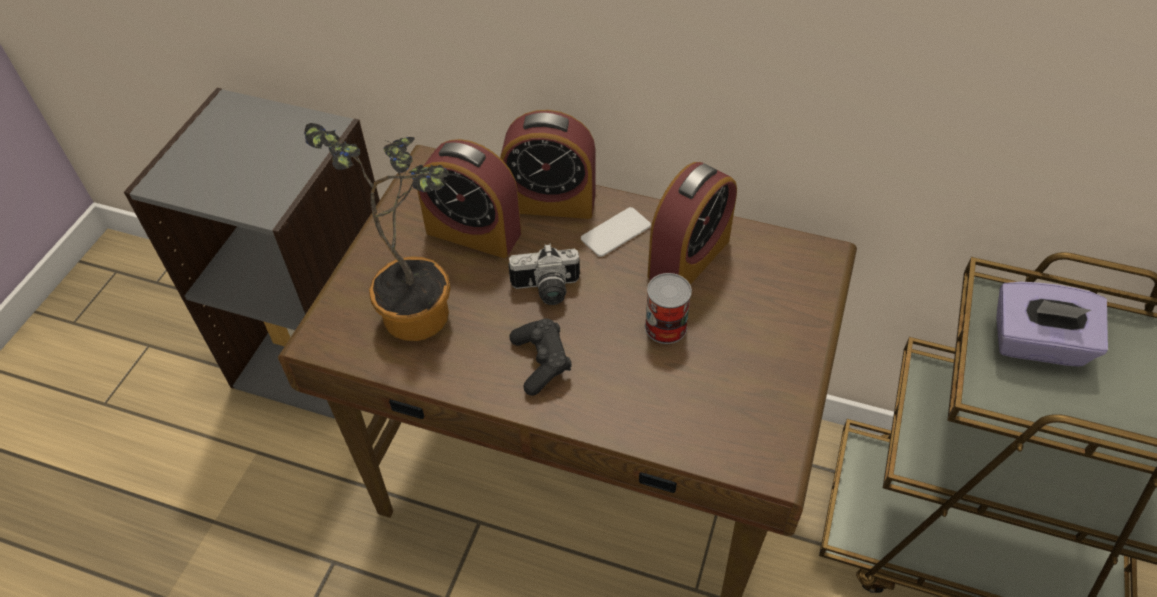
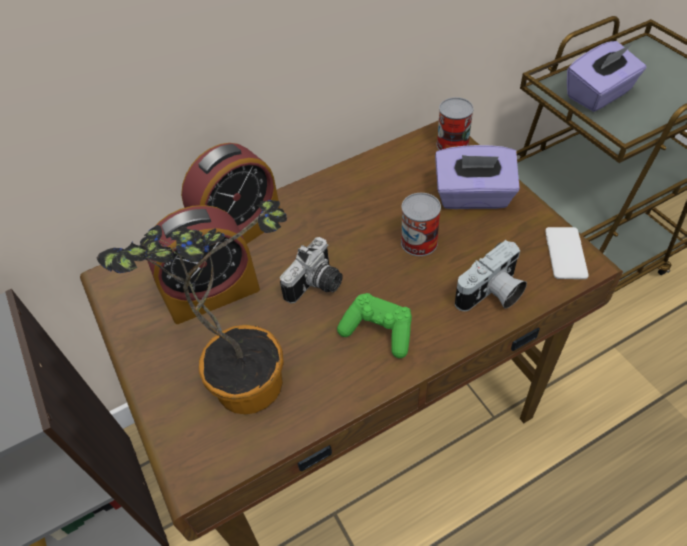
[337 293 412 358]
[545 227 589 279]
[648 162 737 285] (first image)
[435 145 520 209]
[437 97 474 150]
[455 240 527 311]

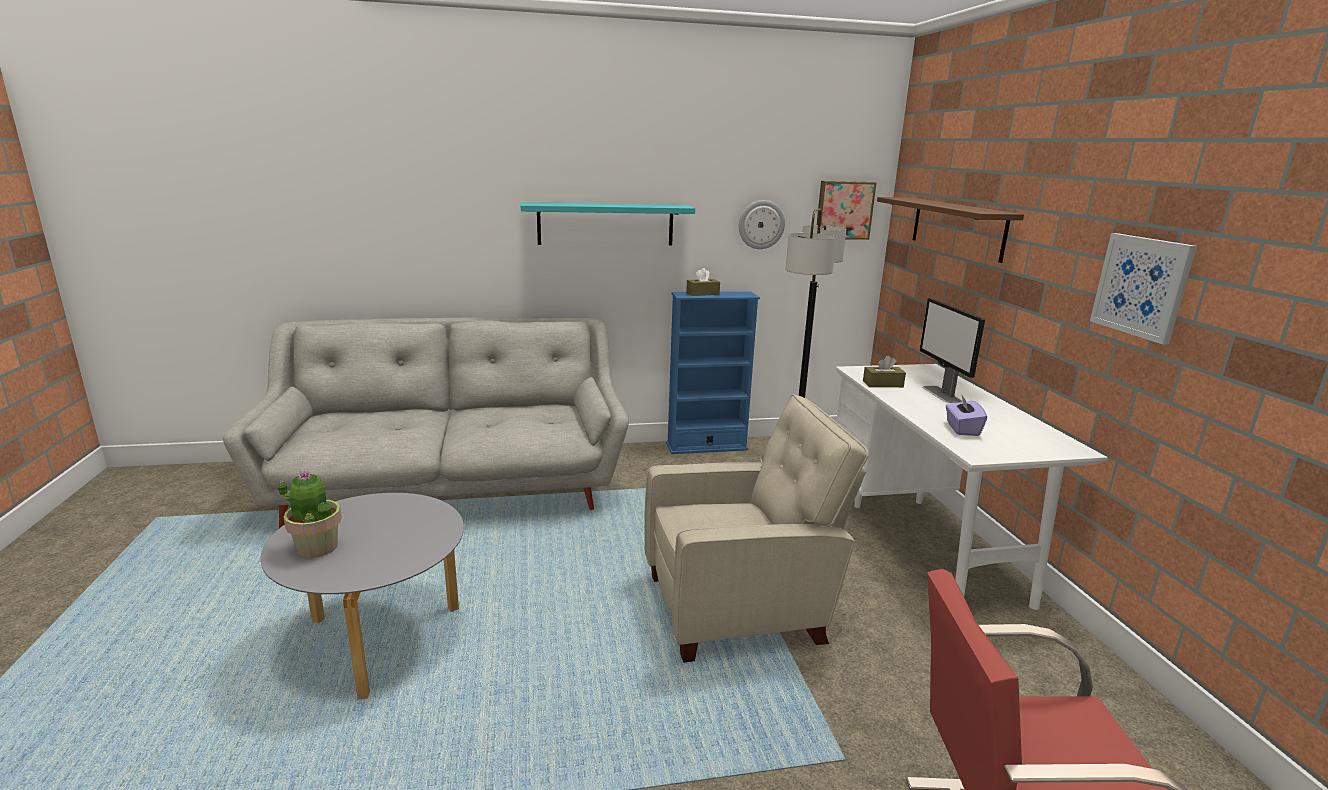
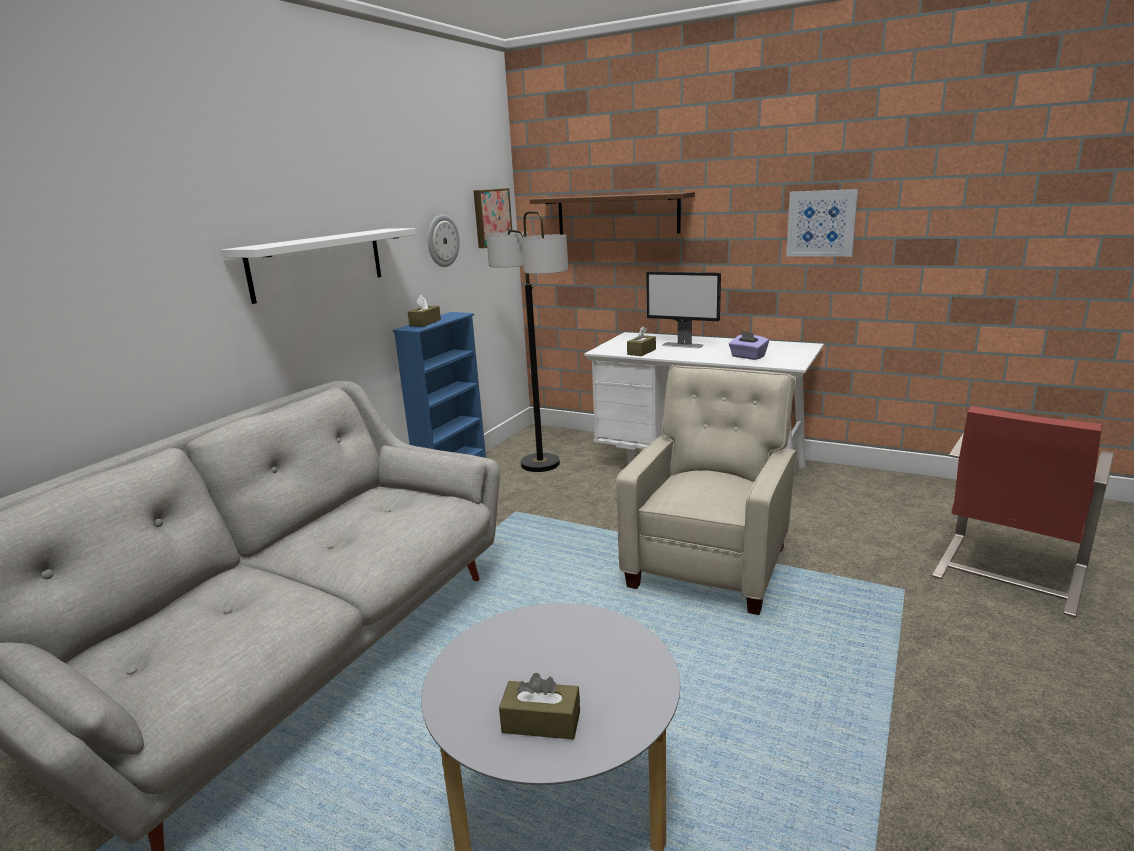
[499 673 580 740]
[222 228 416 304]

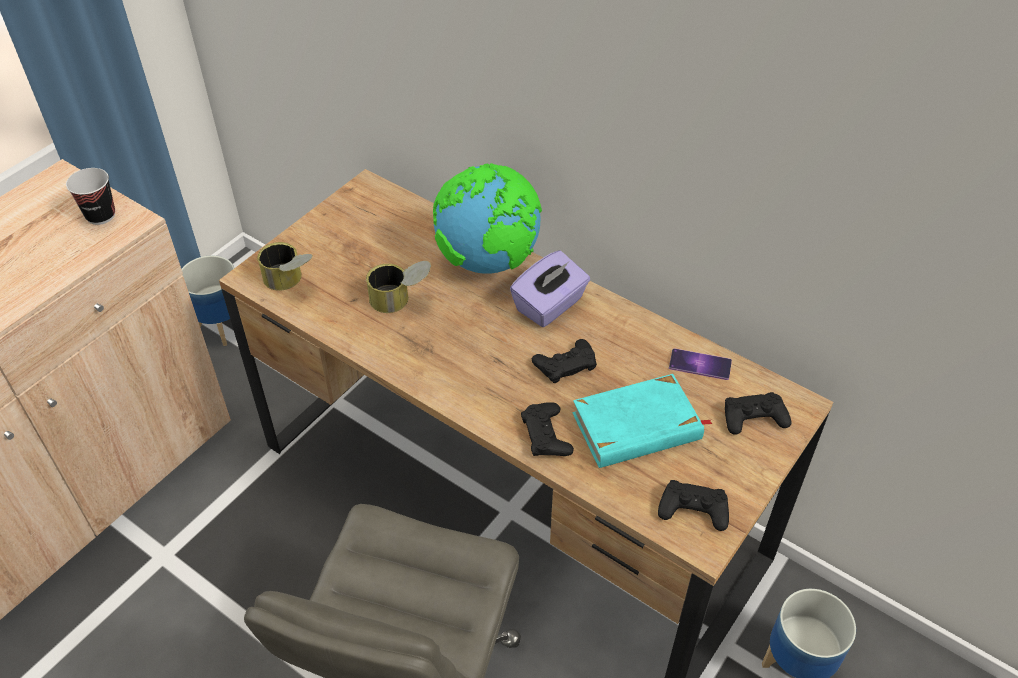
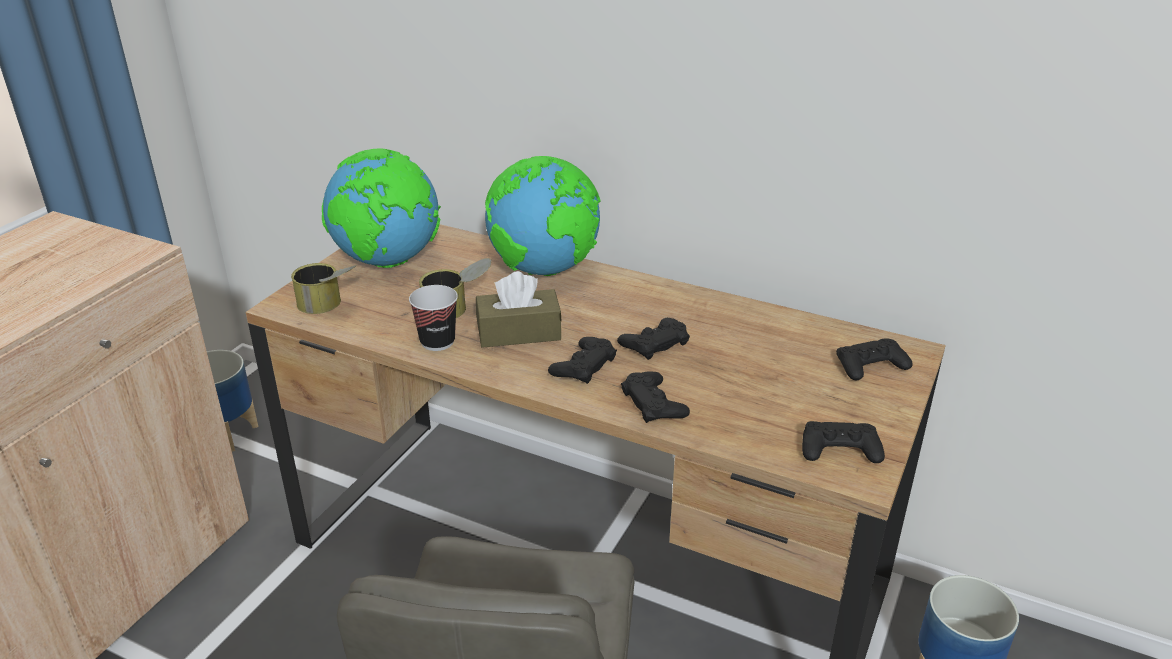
[409 285 458 351]
[510 250 590 327] (first image)
[572 374 713 468] (first image)
[669 348 732 380] (first image)
[322 148 441 268]
[476 271 562 348]
[548 337 617 384]

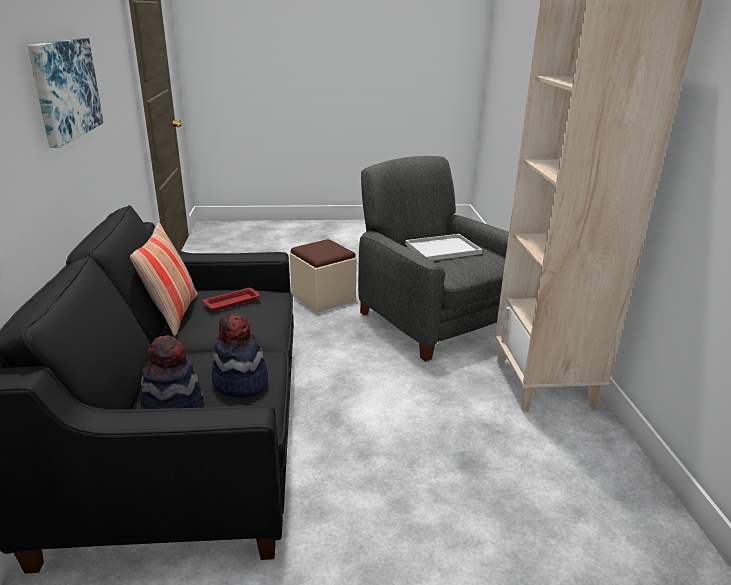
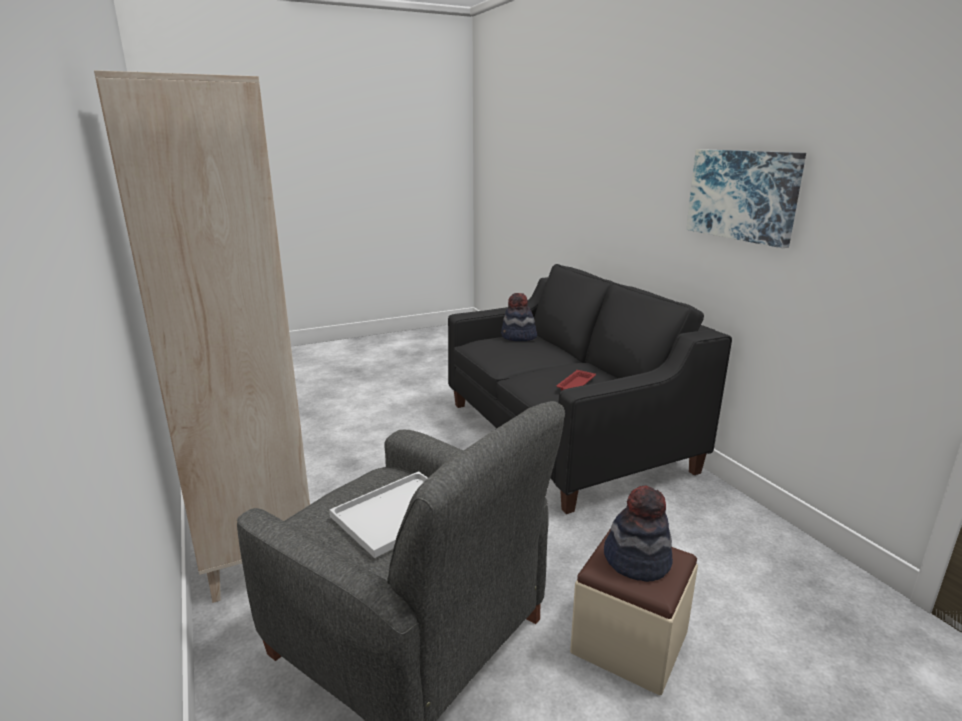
[130 222 197 336] (first image)
[604 485 673 582]

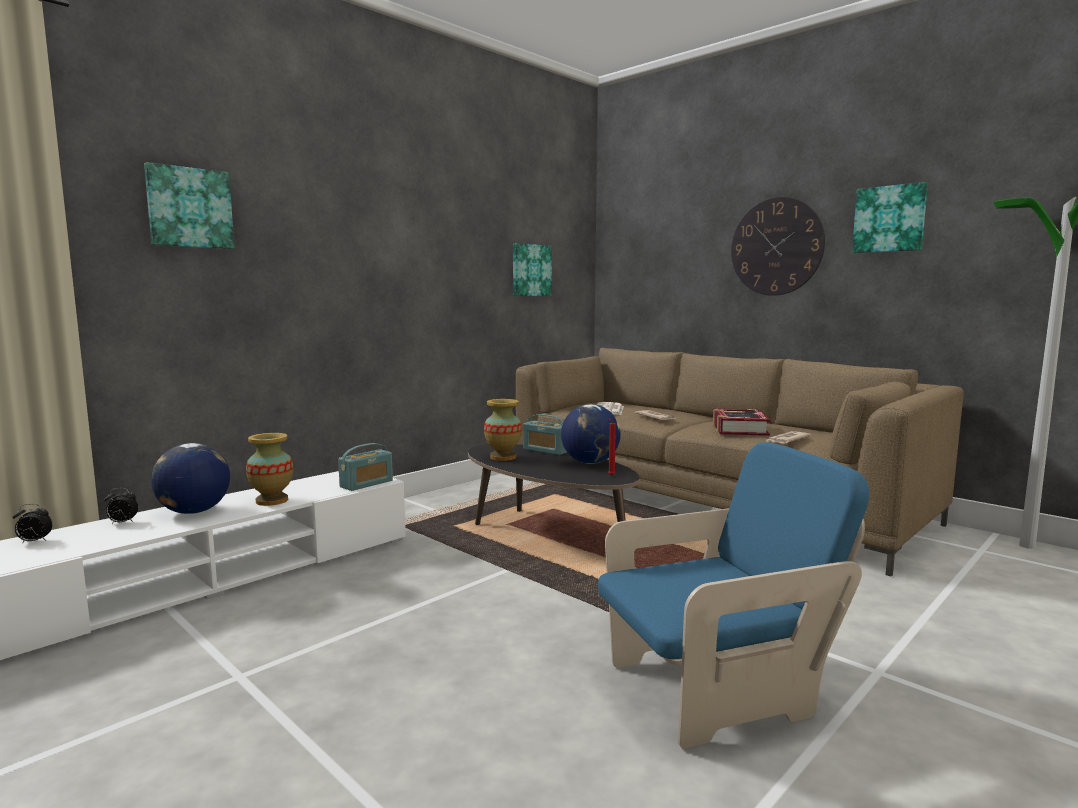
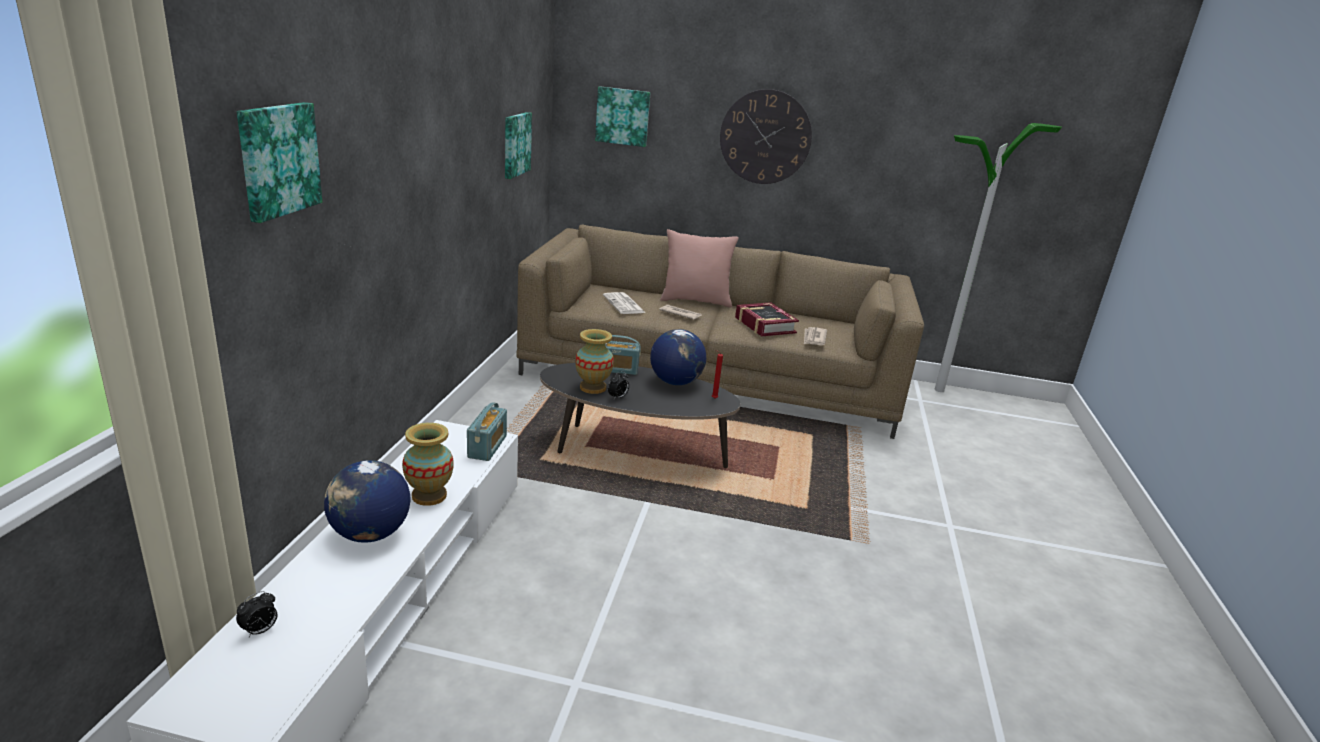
[608 371 629 399]
[598 442 869 749] (first image)
[595 86 650 147]
[660 229 739 308]

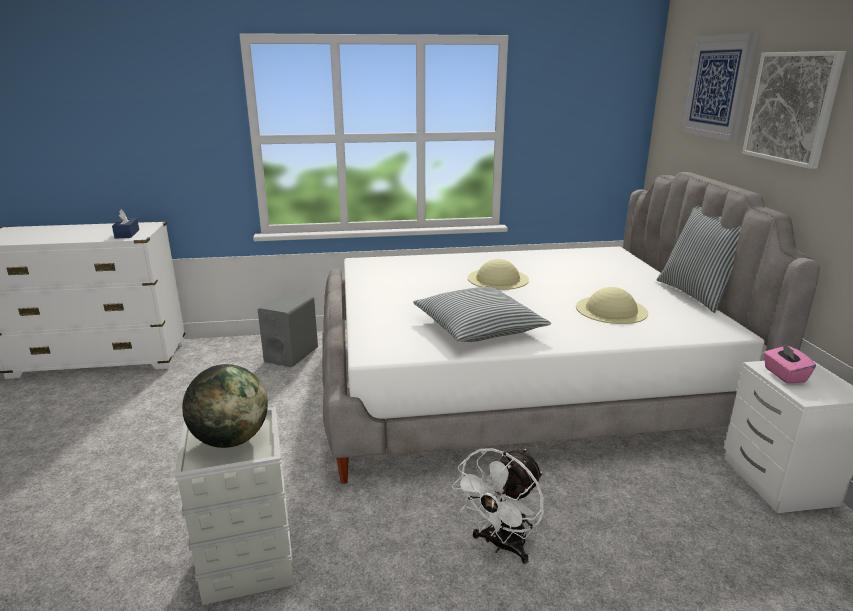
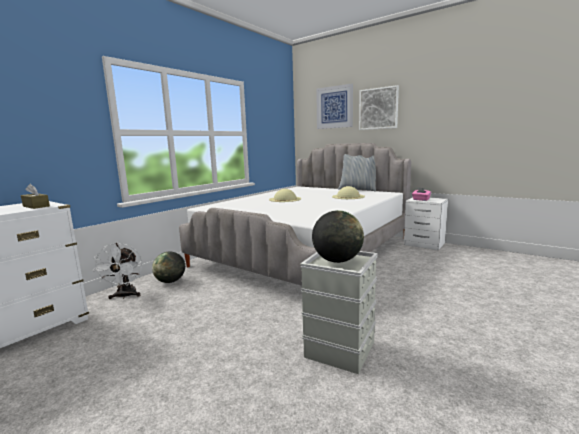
[21 184 50 209]
[152 252 185 283]
[413 287 551 342] (first image)
[92 243 142 299]

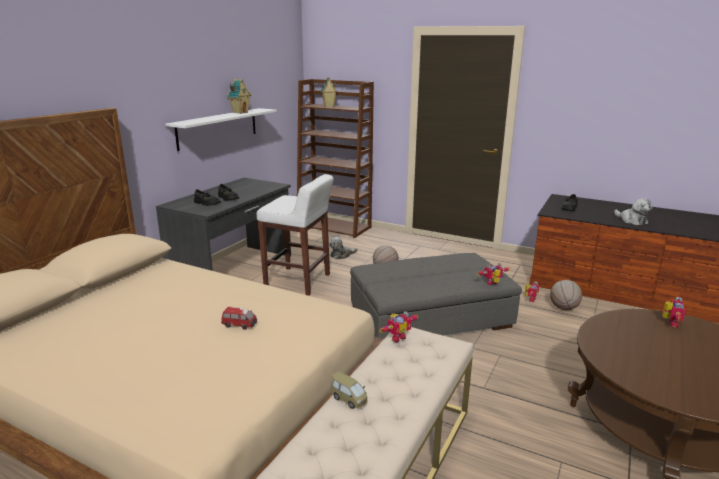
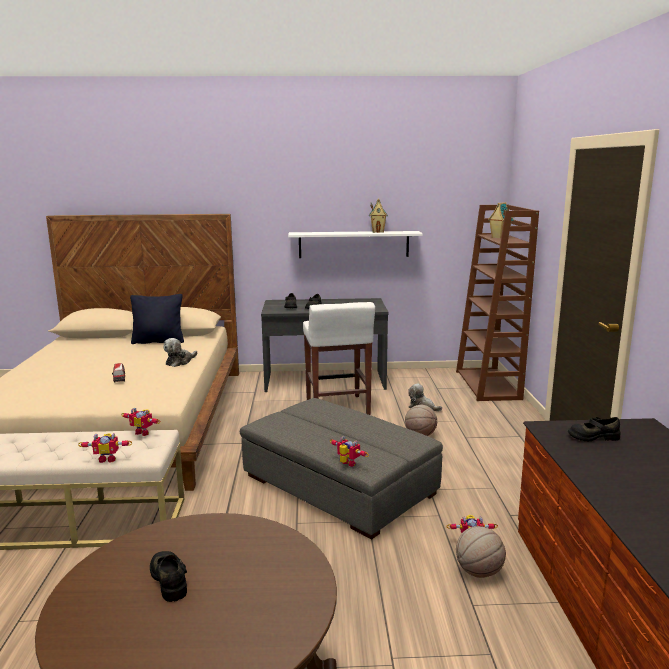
[331 371 368 409] (first image)
[163 338 197 367]
[78 433 132 463]
[130 294 184 344]
[150 551 187 602]

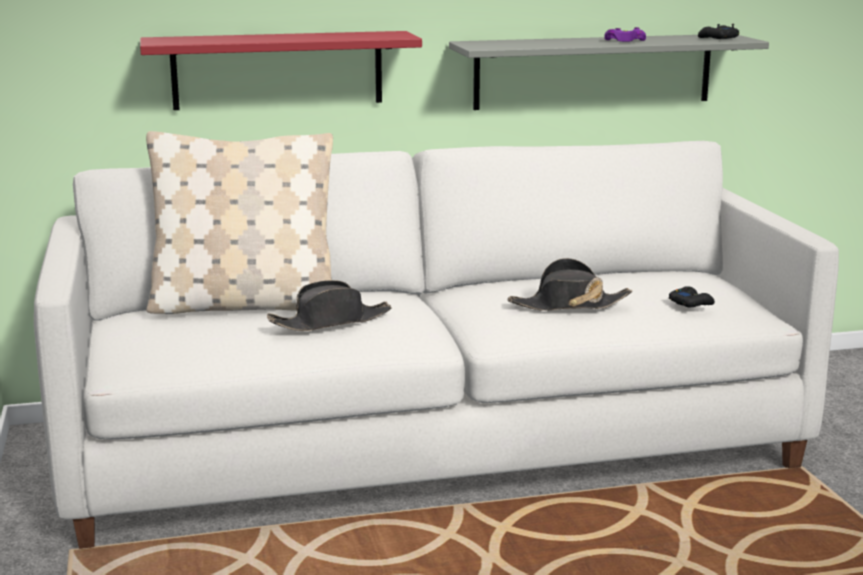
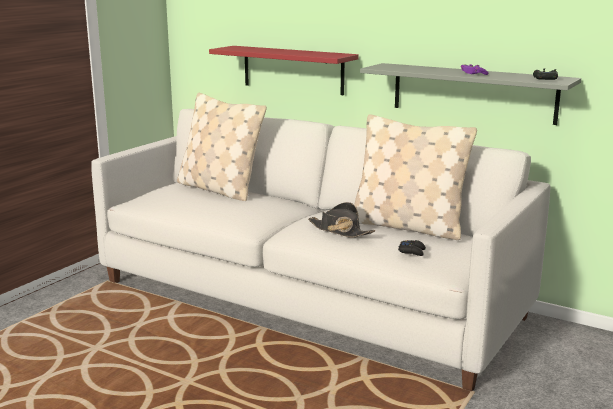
[267 280 392 331] (first image)
[354 114 477 240]

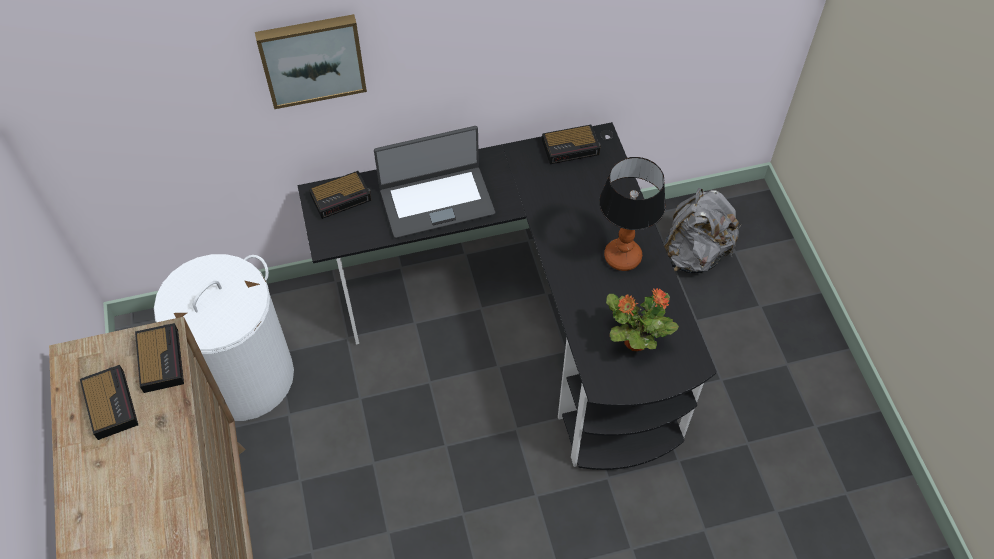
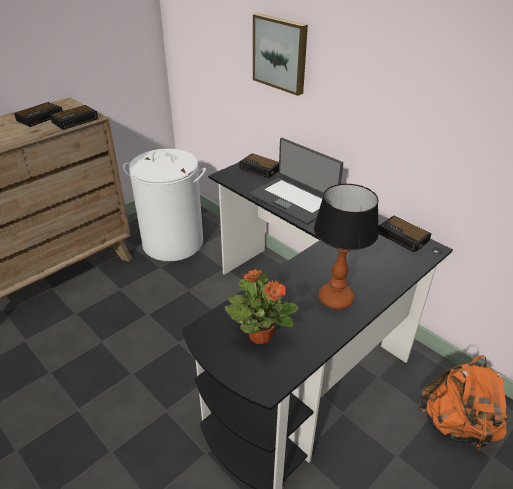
[418 355 508 452]

